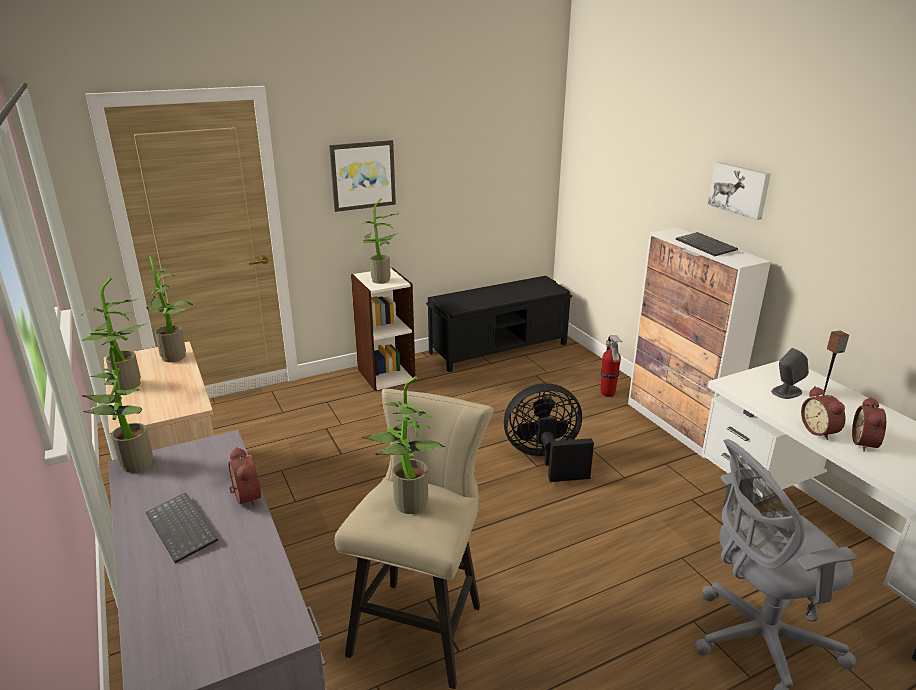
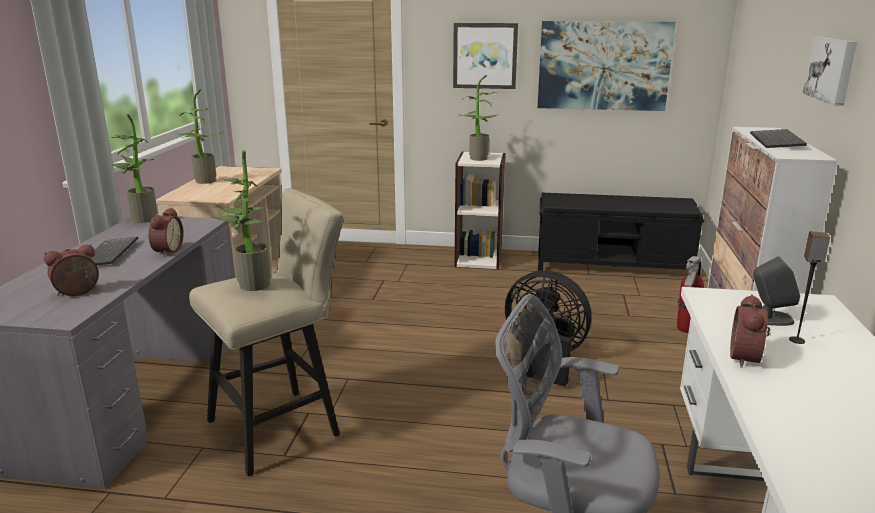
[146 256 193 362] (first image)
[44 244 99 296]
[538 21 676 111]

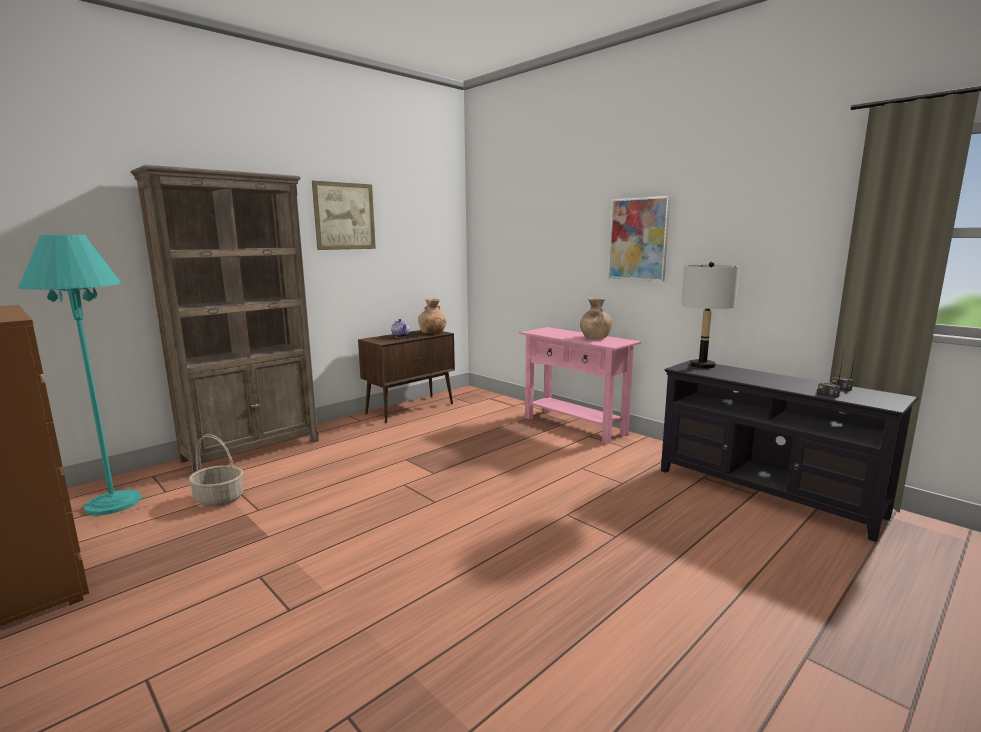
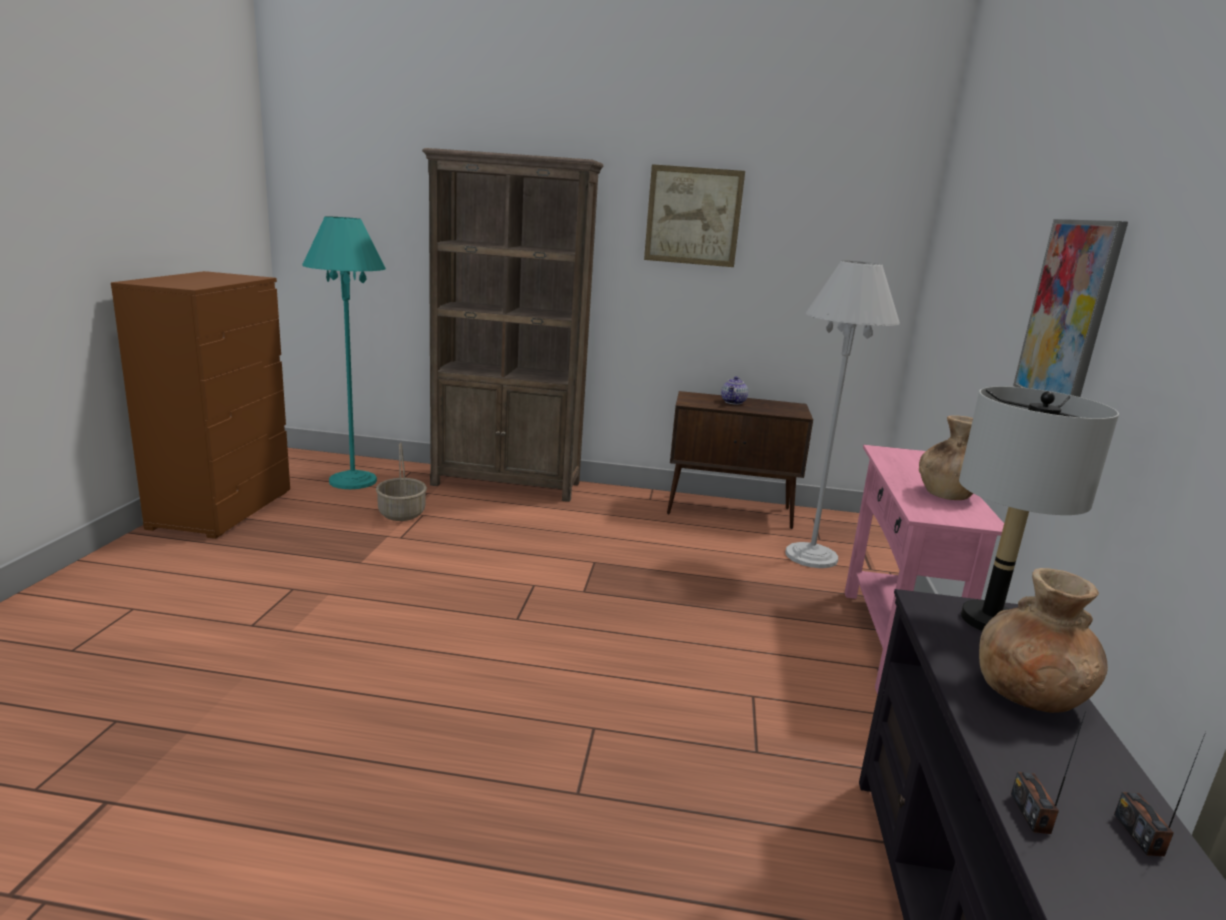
[979 568 1108 713]
[785 261 900 568]

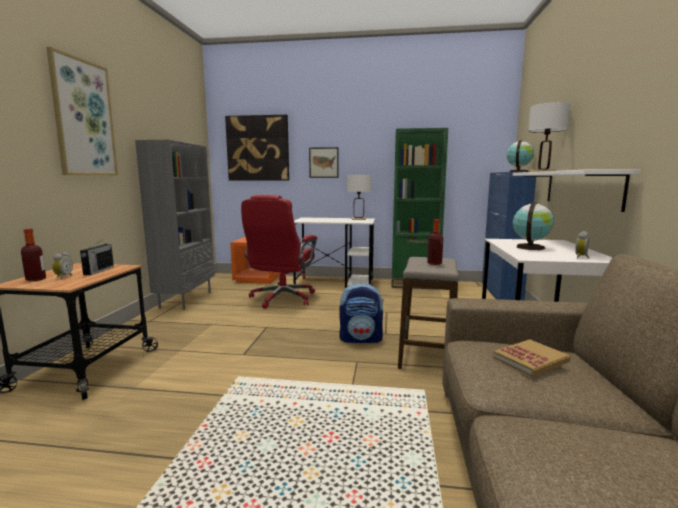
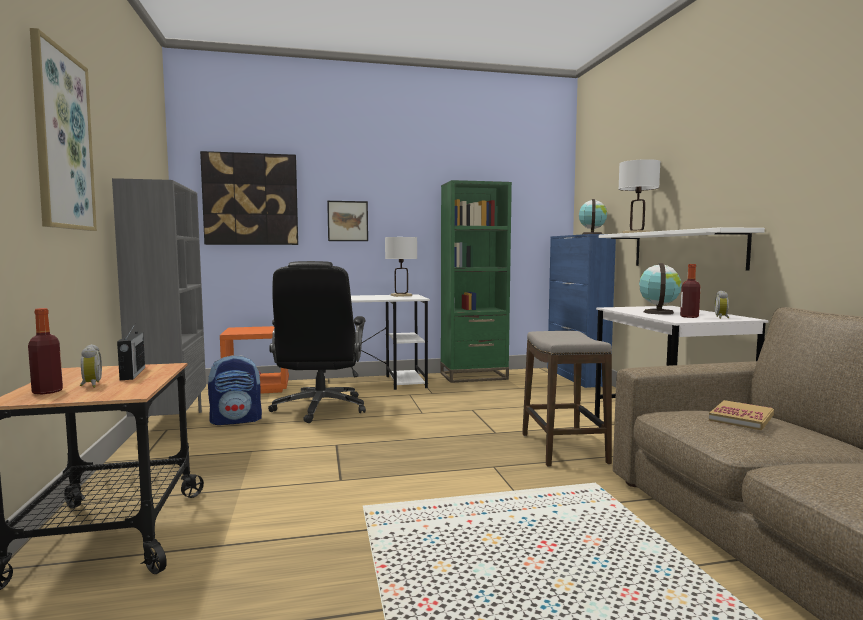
[268 261 366 423]
[208 355 262 425]
[680 264 700 318]

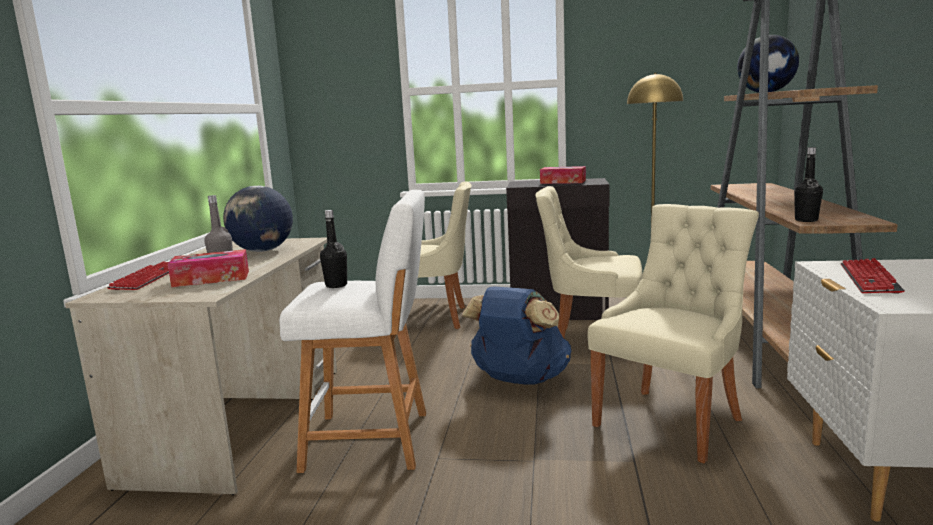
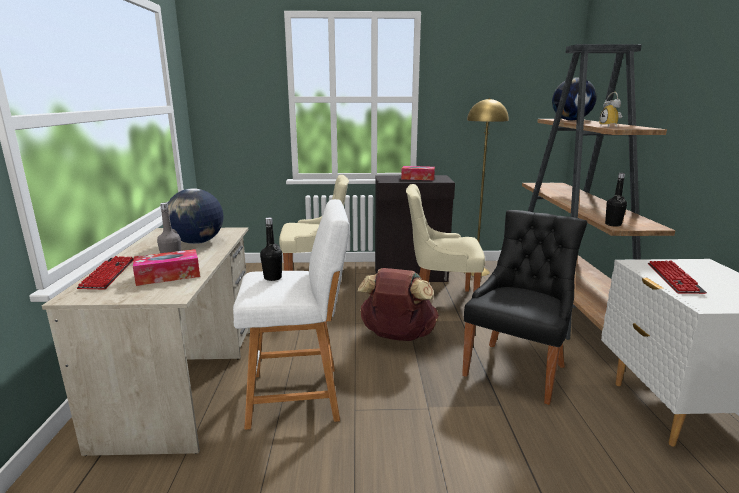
[358 268 439 341]
[462 210 588 405]
[599 92 622 128]

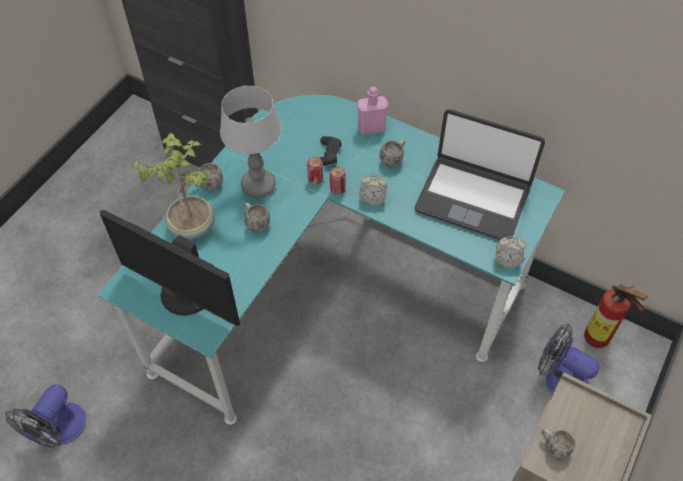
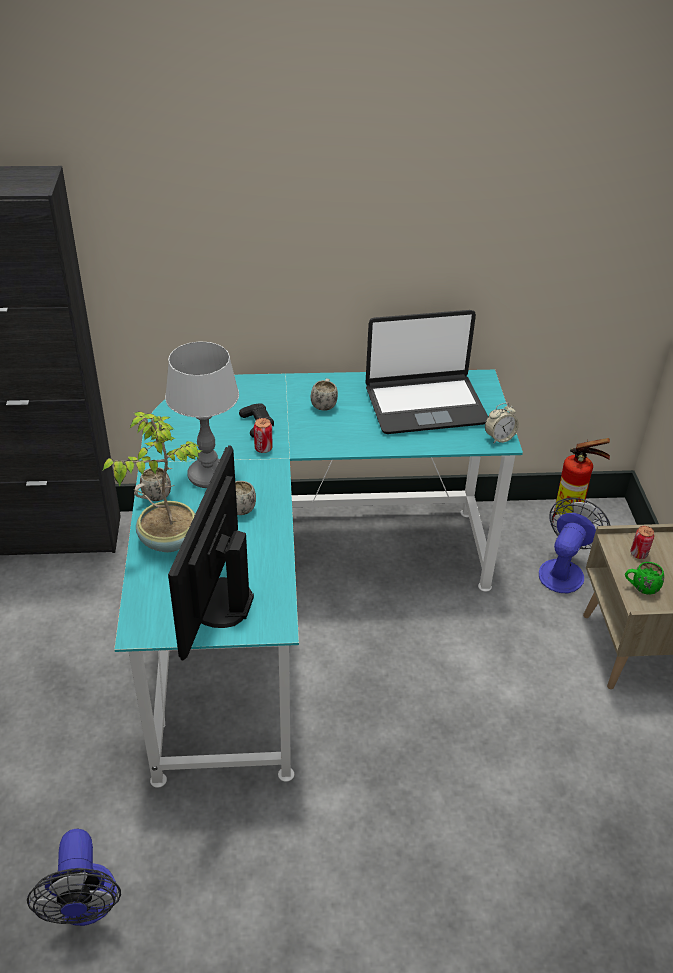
[168 445 254 660]
[630 526 654 559]
[357 87 388 135] (first image)
[359 174 387 205] (first image)
[539 498 610 593]
[625 562 664 595]

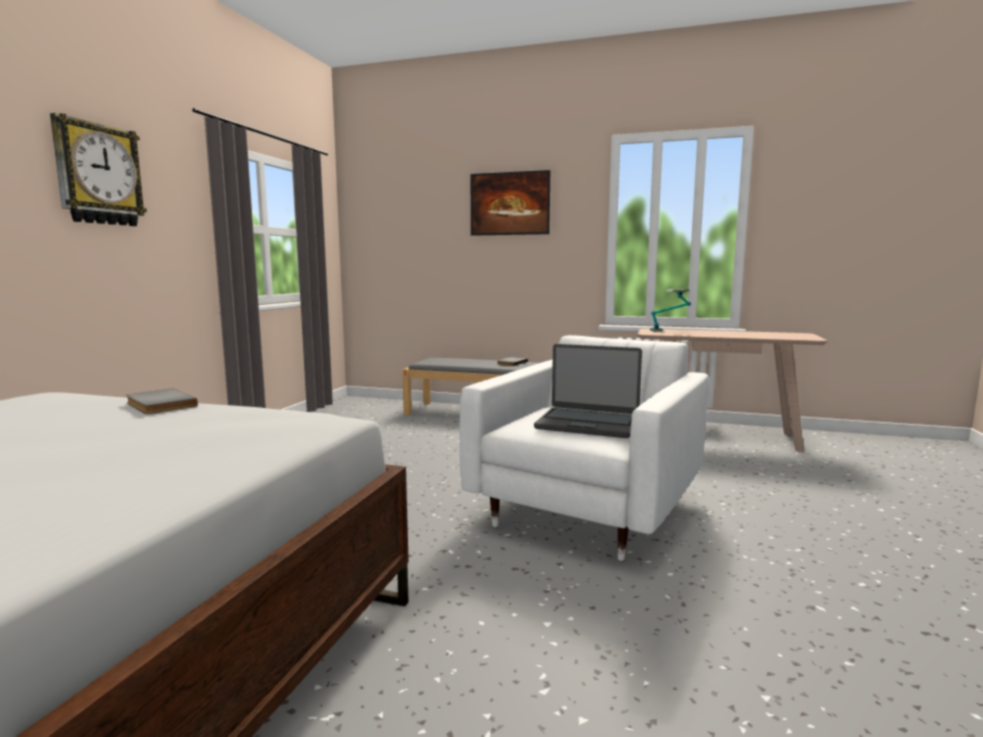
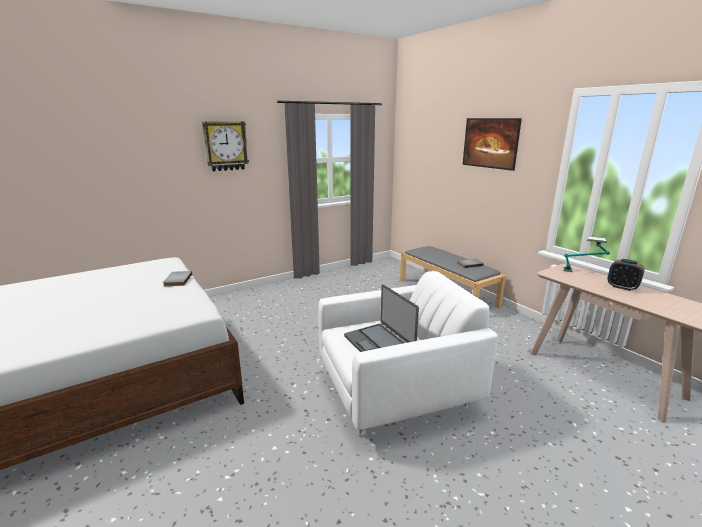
[608 259 645 291]

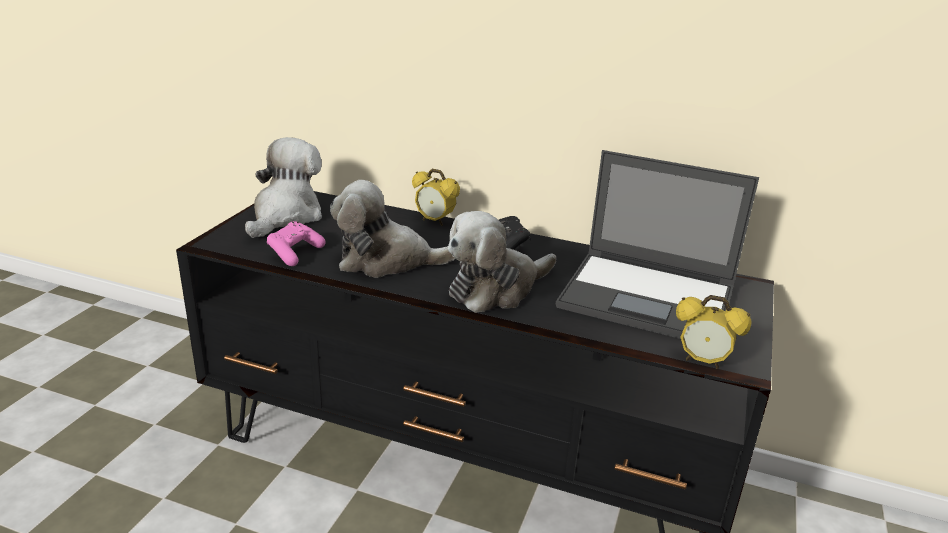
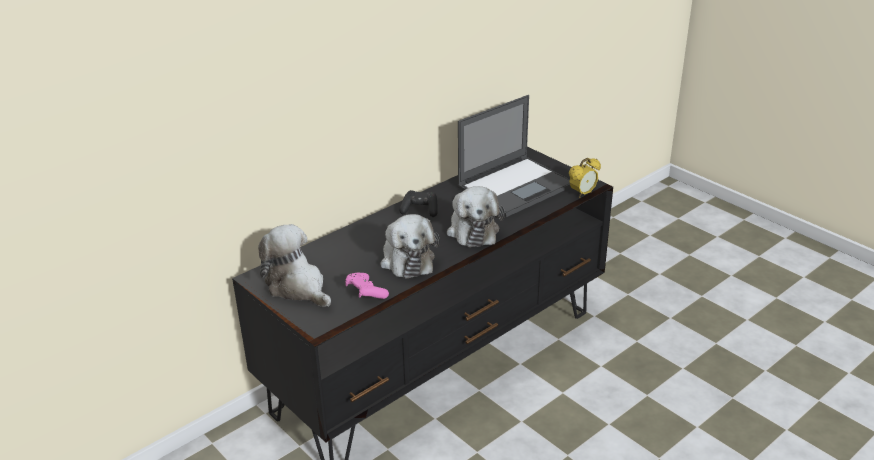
[380 214 440 279]
[412 169 460 226] (first image)

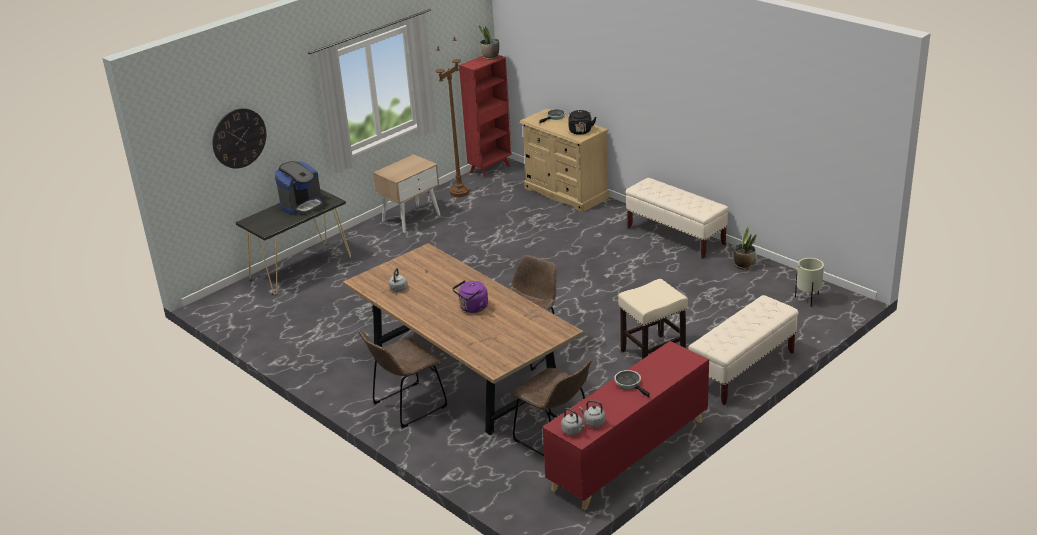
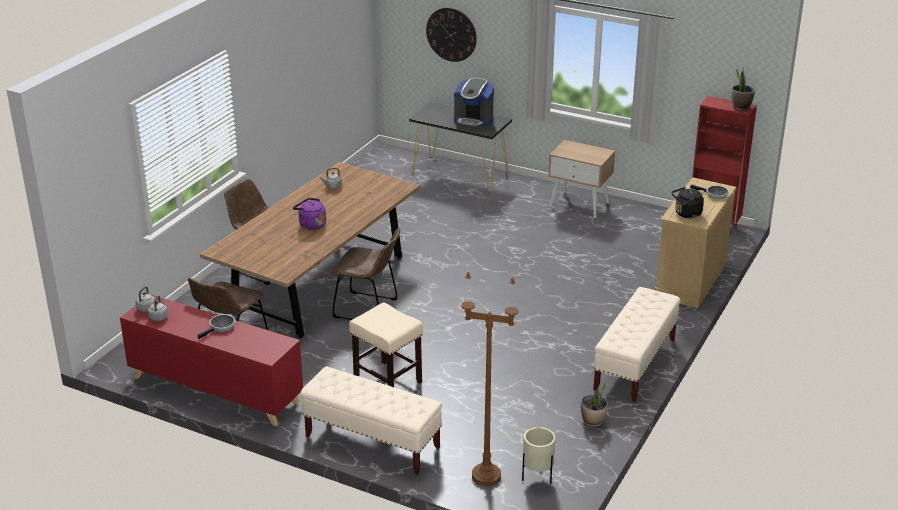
[461 272 518 486]

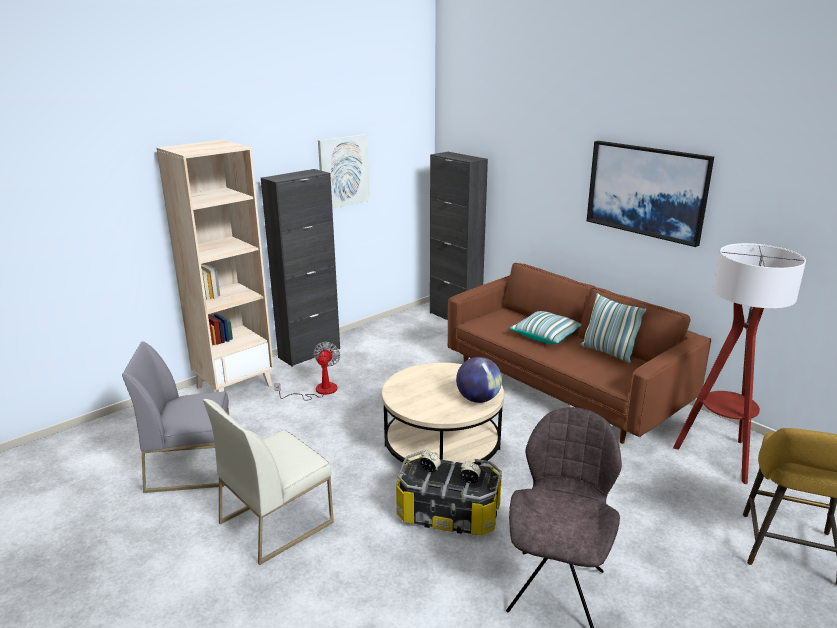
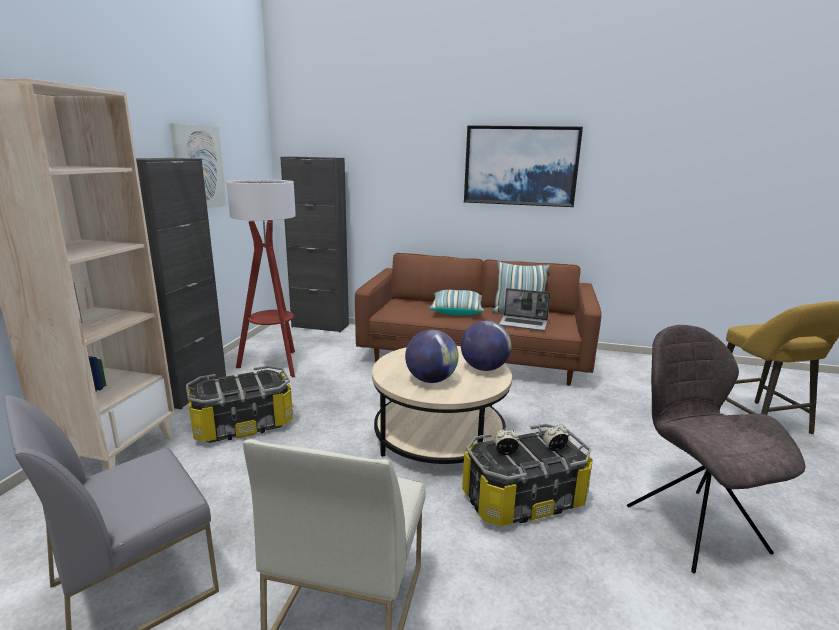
[186 366 293 443]
[226 179 296 377]
[405 330 459 383]
[499 288 550 331]

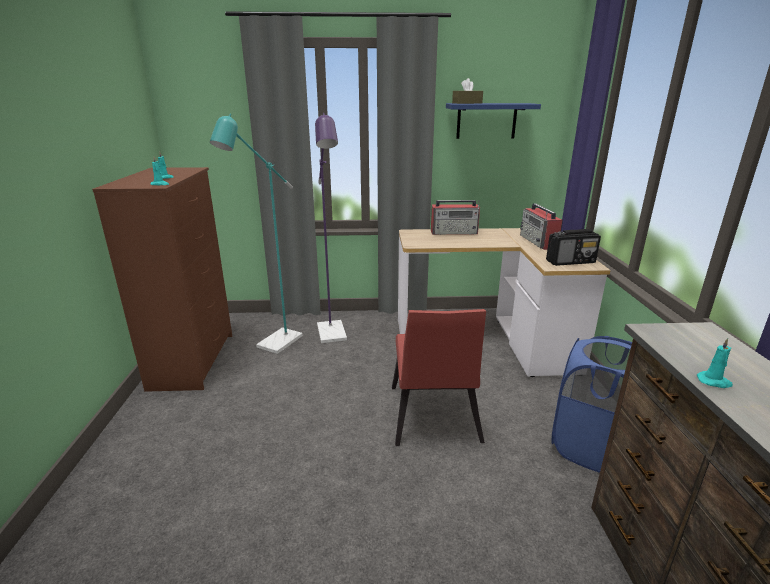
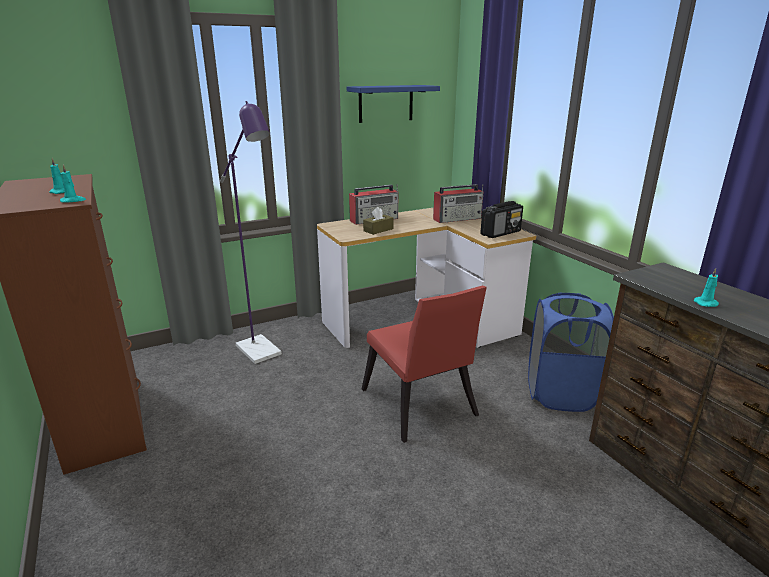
[210 114 303 354] (first image)
[363 207 393 235]
[433 184 484 223]

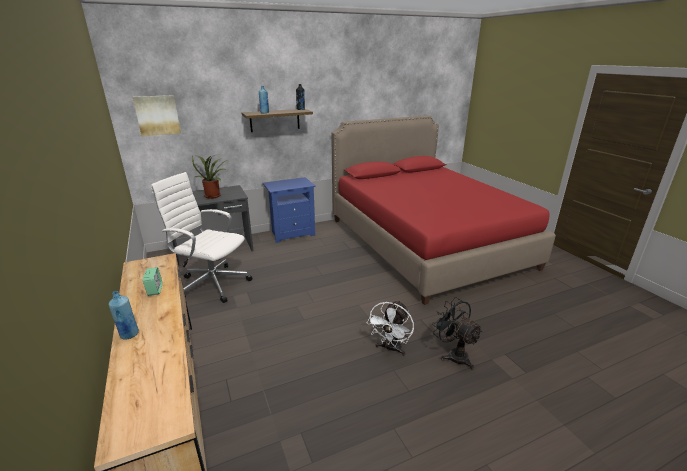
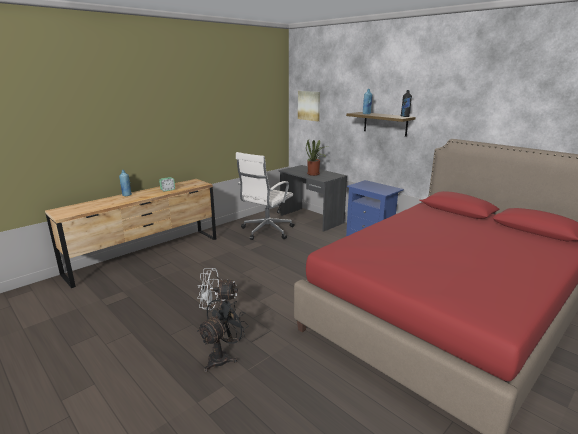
[236 152 295 240]

